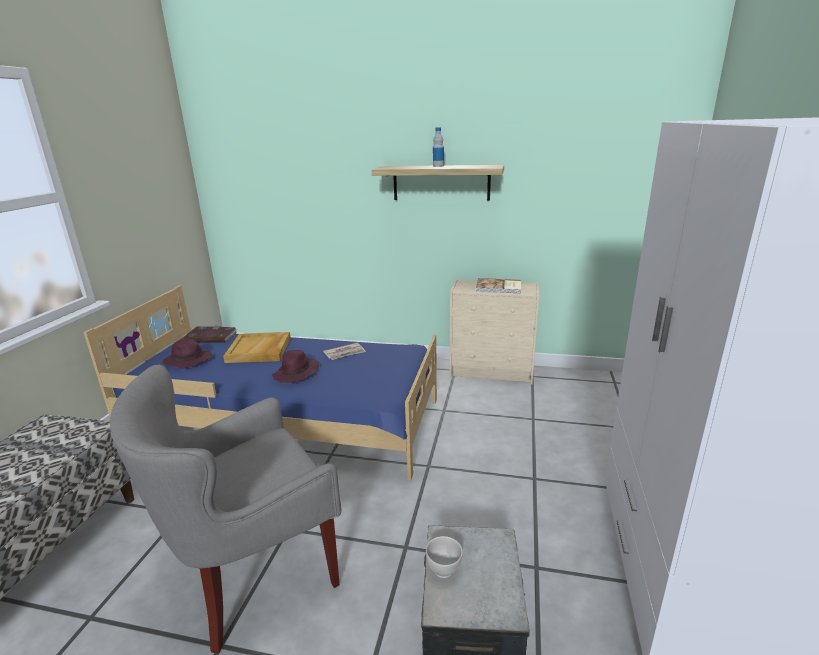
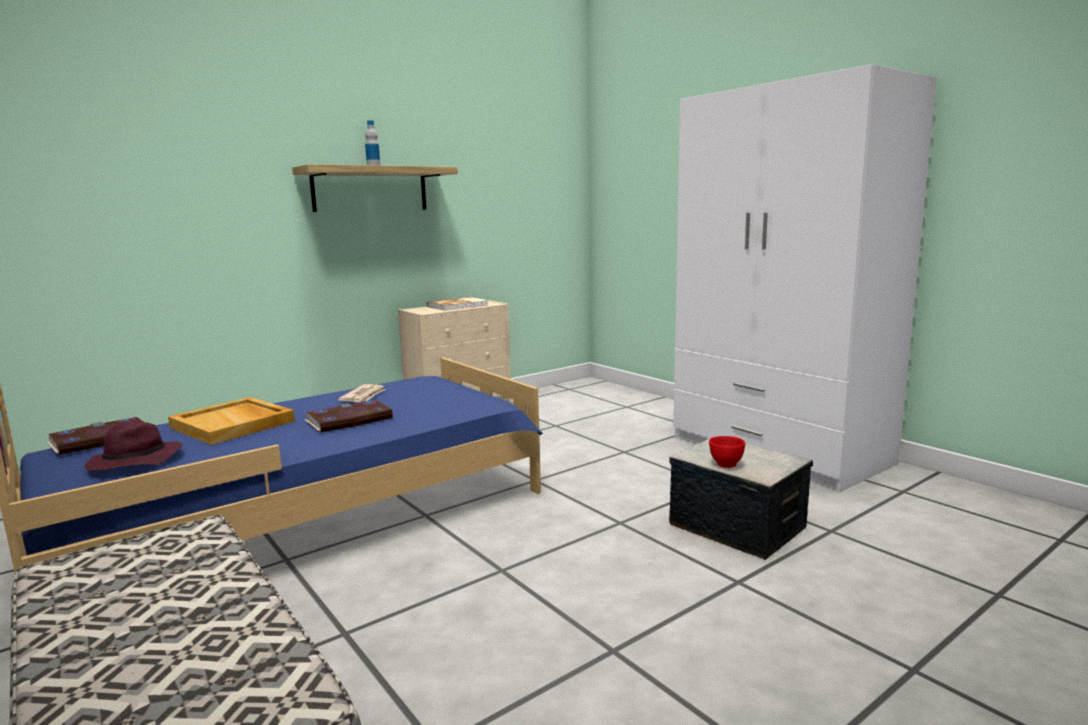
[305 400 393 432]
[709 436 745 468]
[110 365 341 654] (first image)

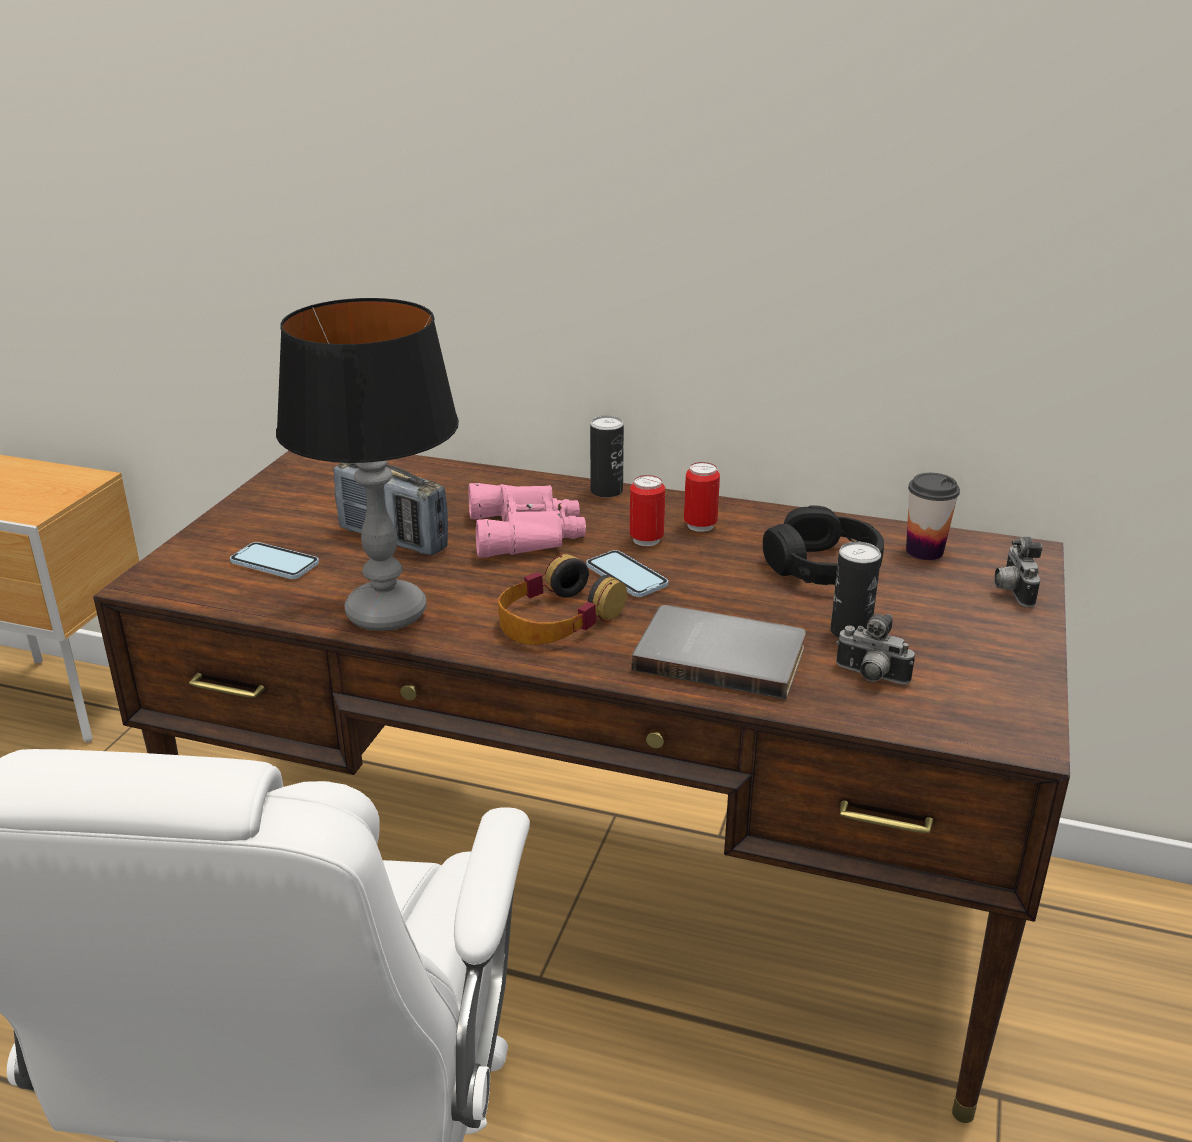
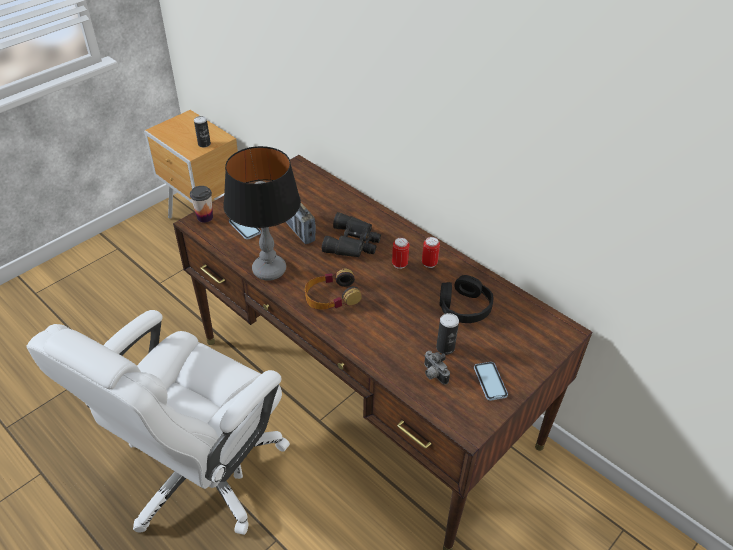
[190 186 213 223]
[194 116 211 147]
[322 212 381 257]
[474 362 508 401]
[631 605 806 699] (first image)
[994 537 1043 607] (first image)

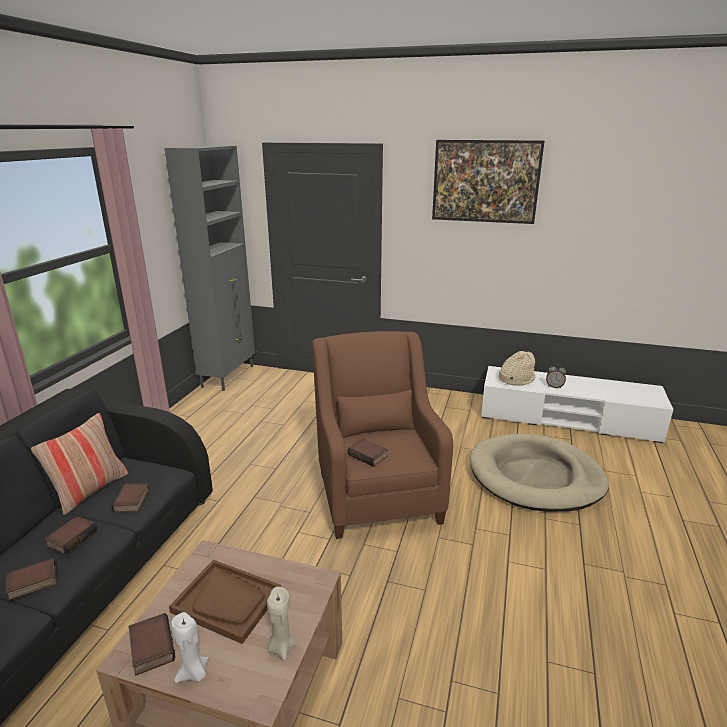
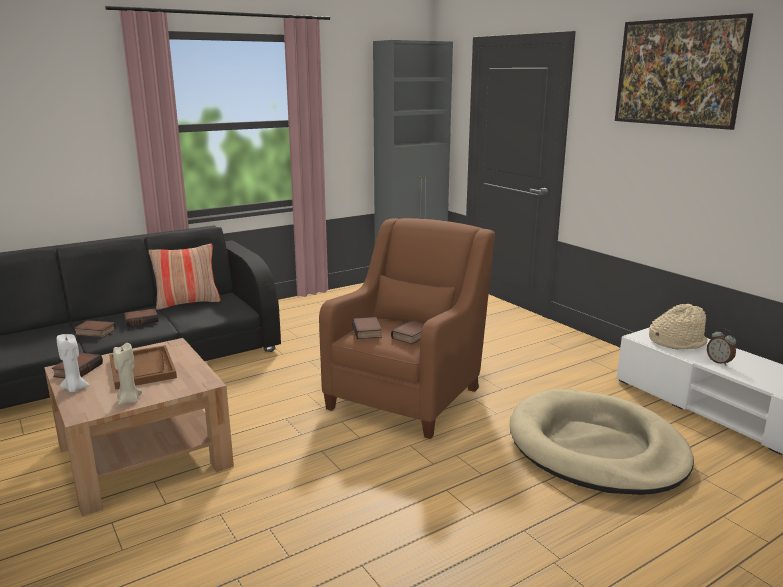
[391 320 425 344]

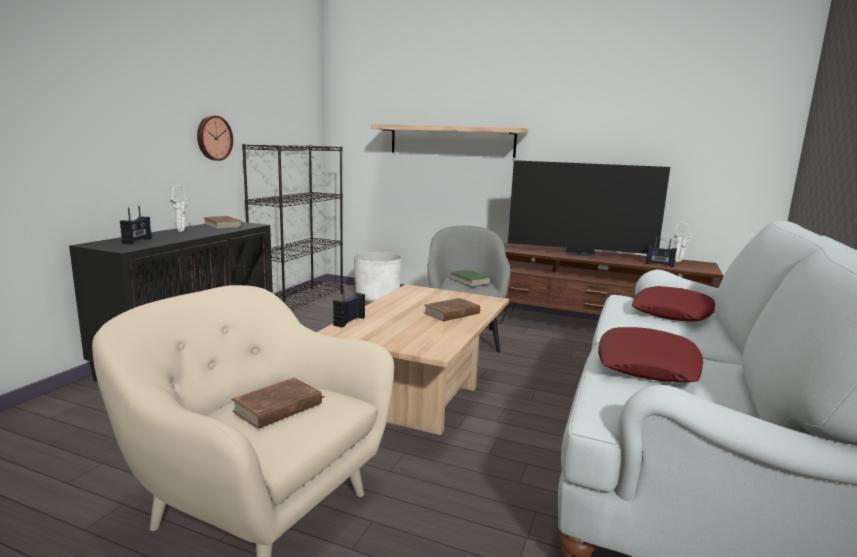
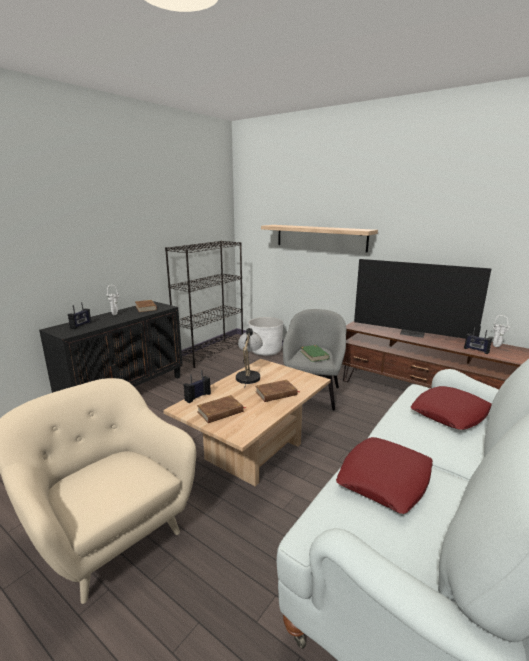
[197 395 246 423]
[236 328 263 388]
[197 116 233 161] (first image)

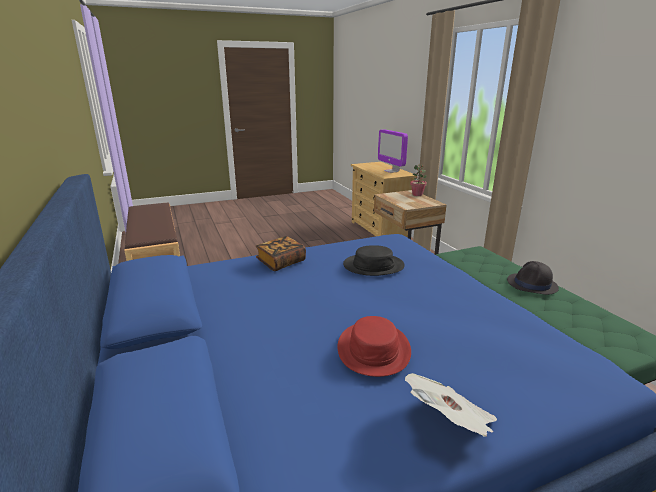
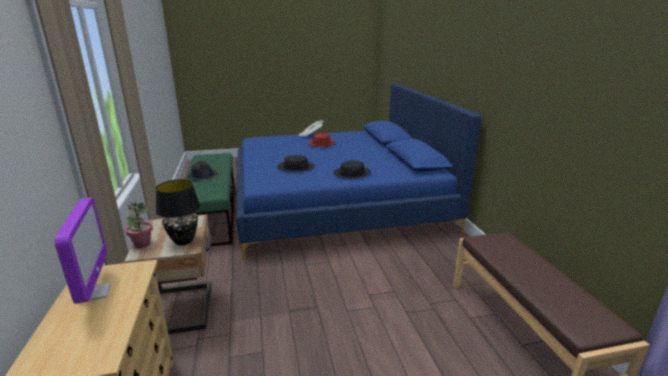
[156 179 200 246]
[333 160 371 179]

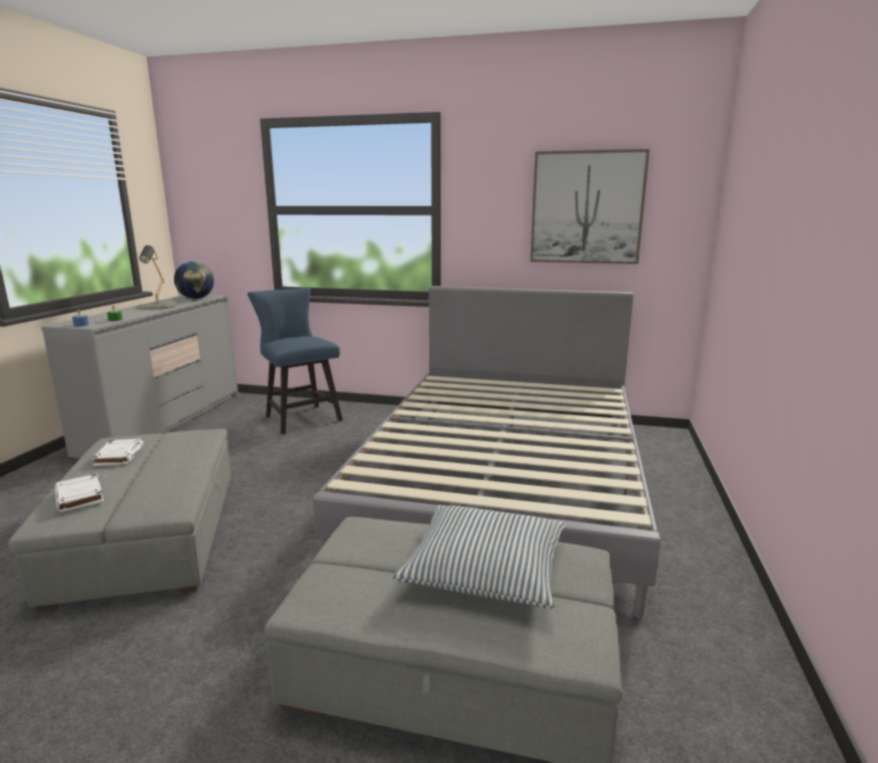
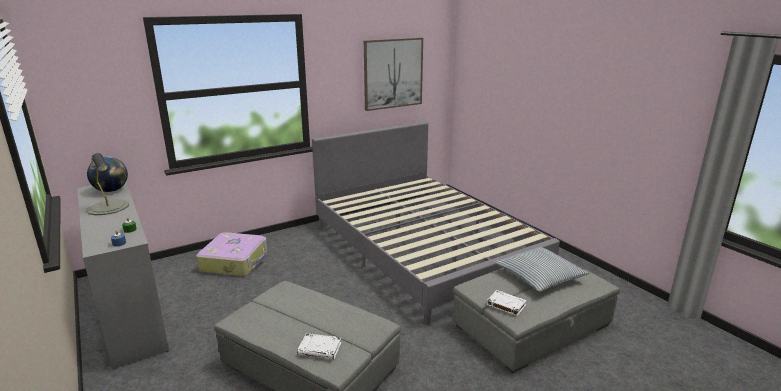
[196 232 267 276]
[487 290 527 316]

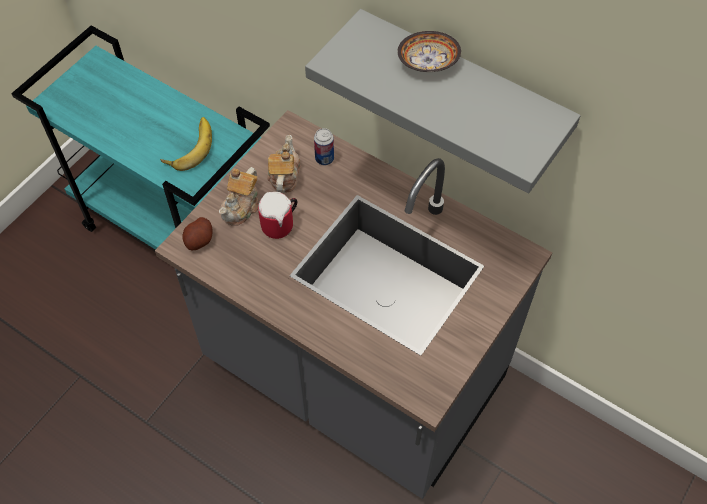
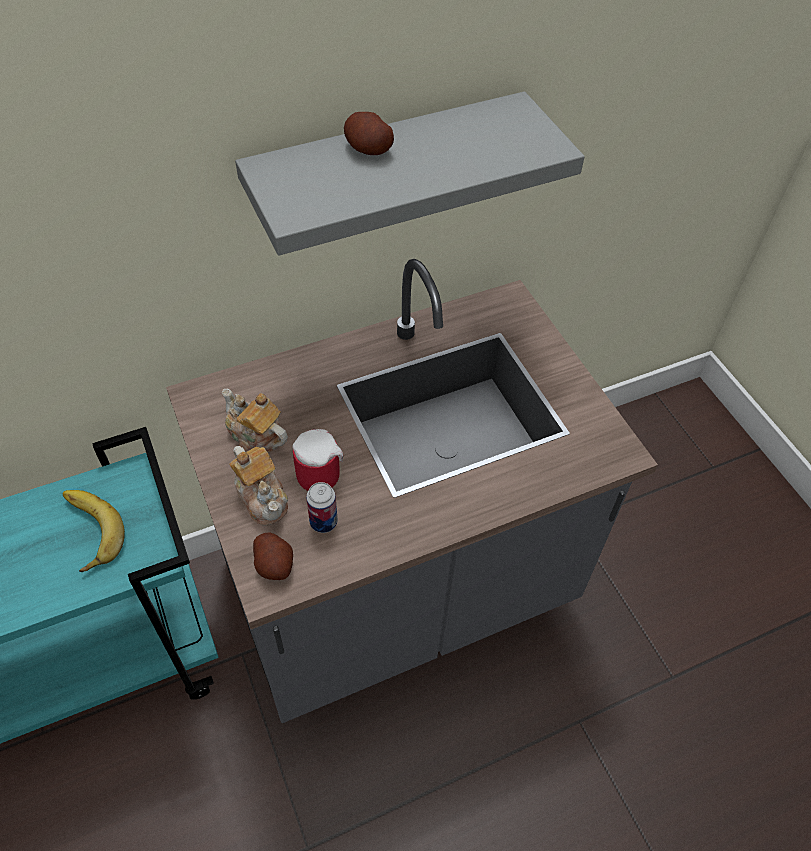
[306 482 338 533]
[344 112 394 155]

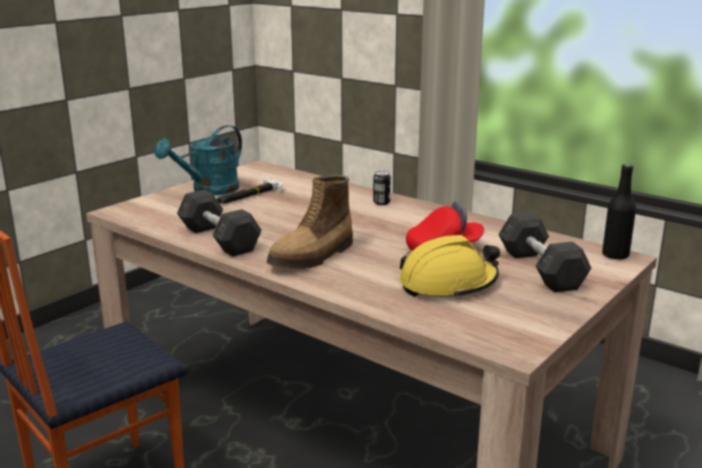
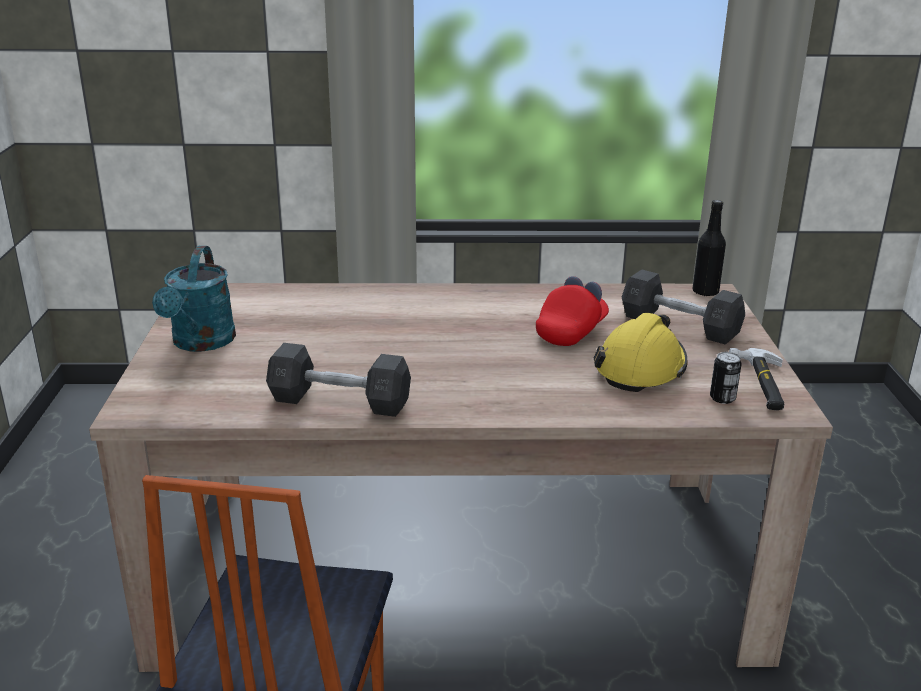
[710 352 742 404]
[729 348 784 410]
[267 175 353 269] (first image)

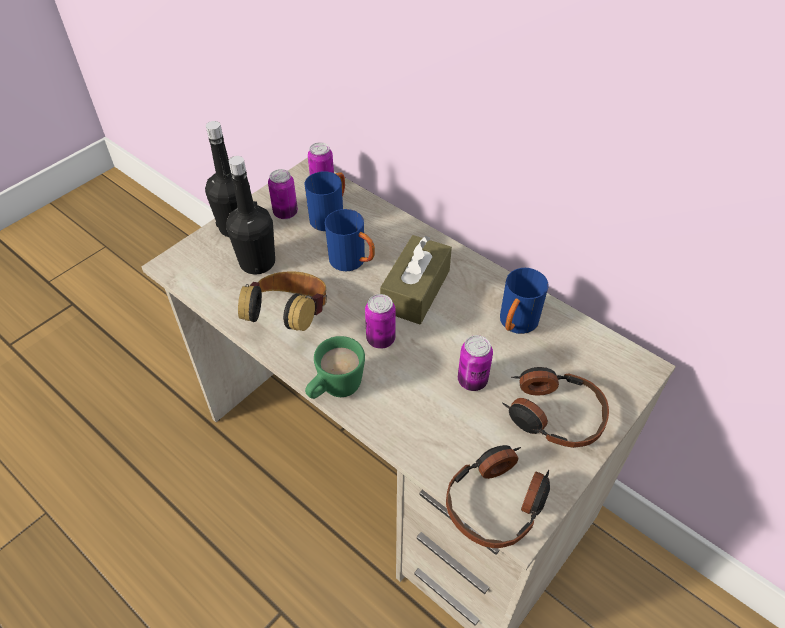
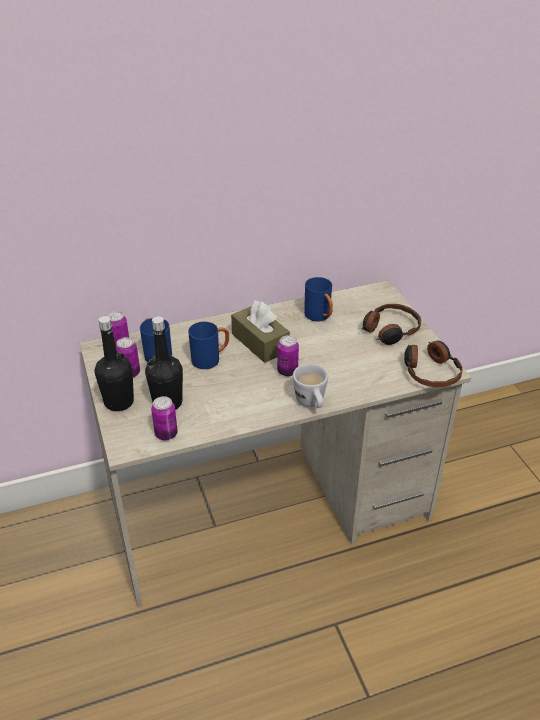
[151 396 178 441]
[293 364 328 408]
[238 271 327 331] (first image)

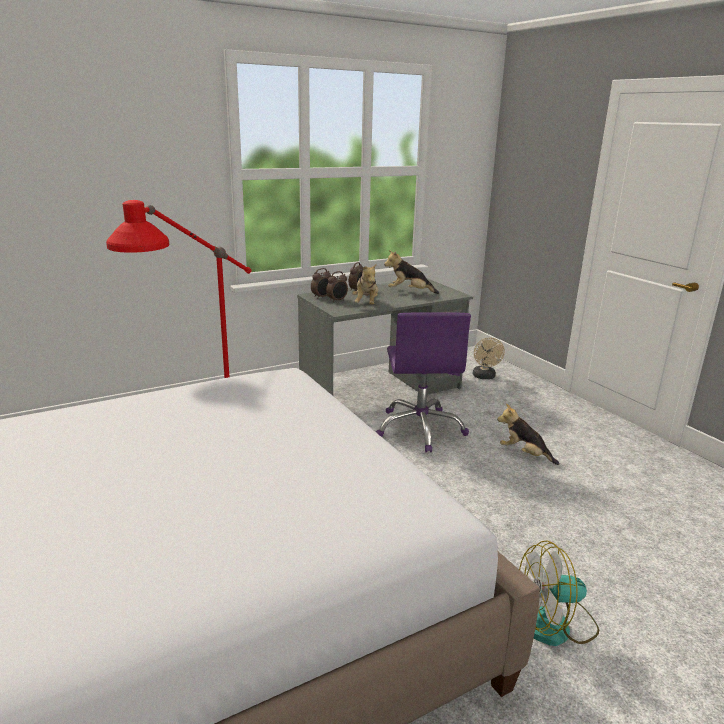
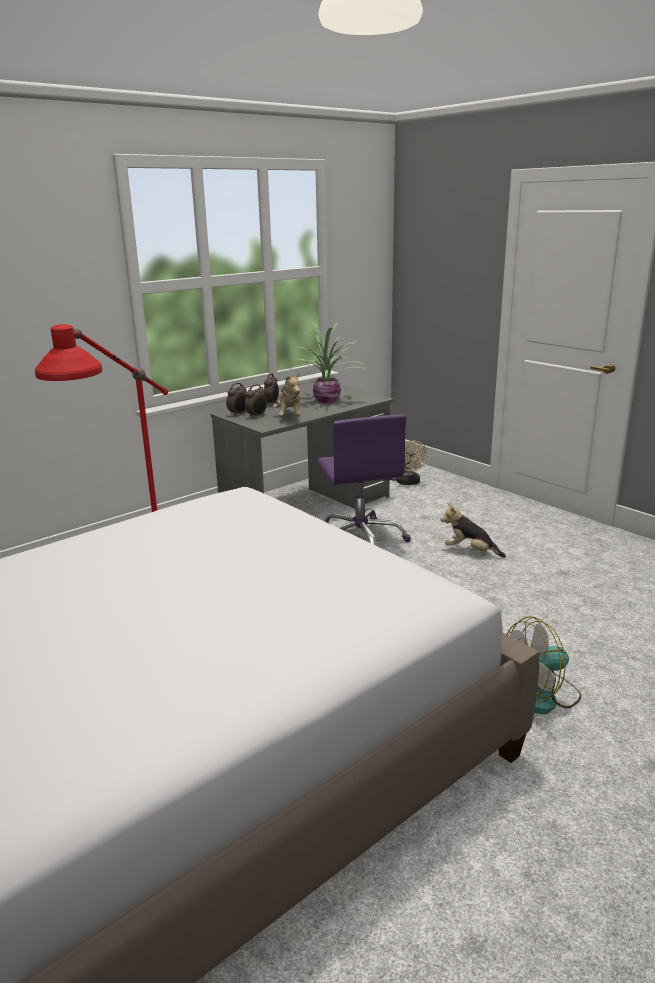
[288 322 368 403]

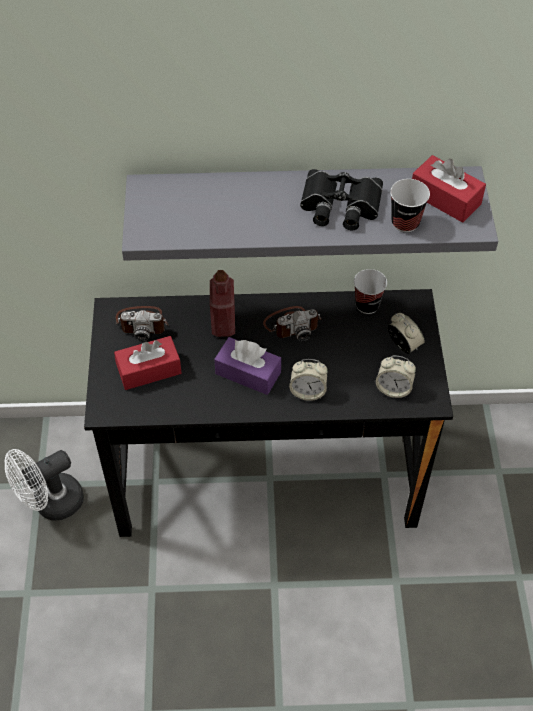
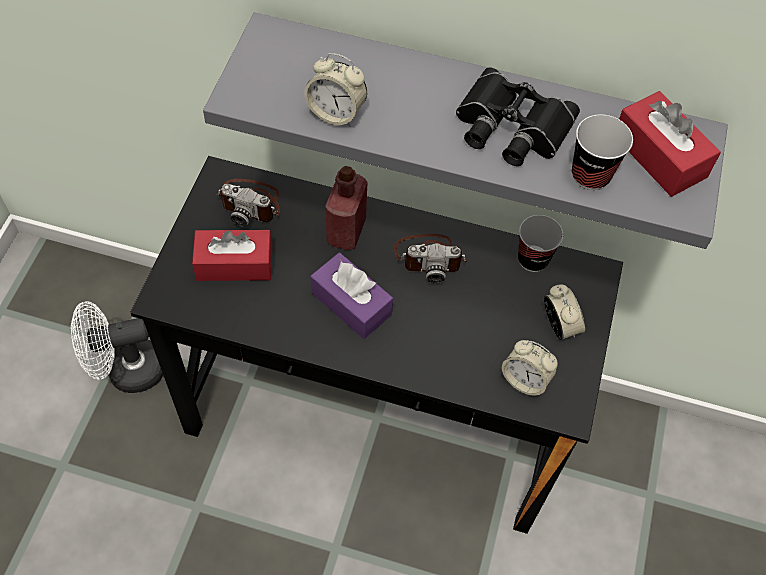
[305 53 367 127]

